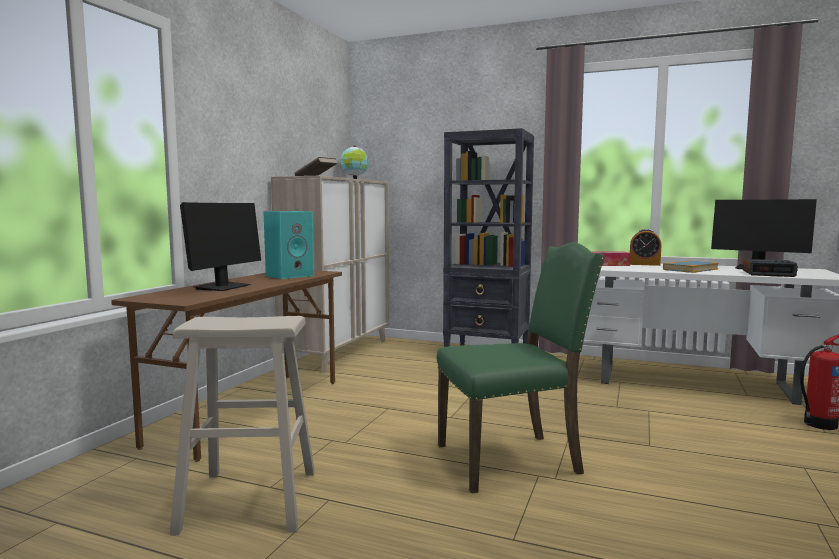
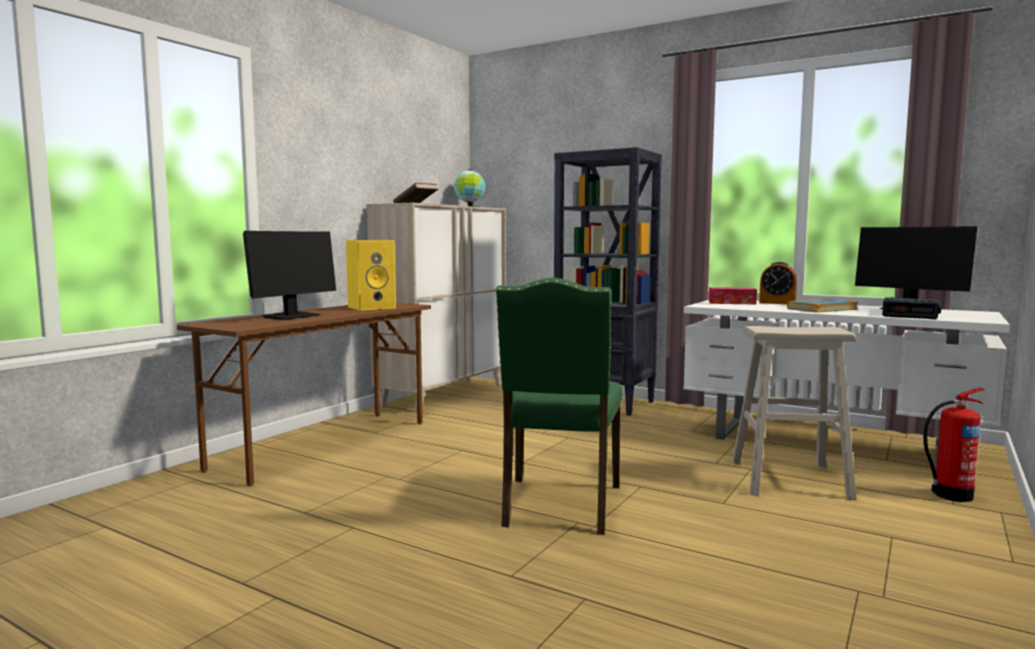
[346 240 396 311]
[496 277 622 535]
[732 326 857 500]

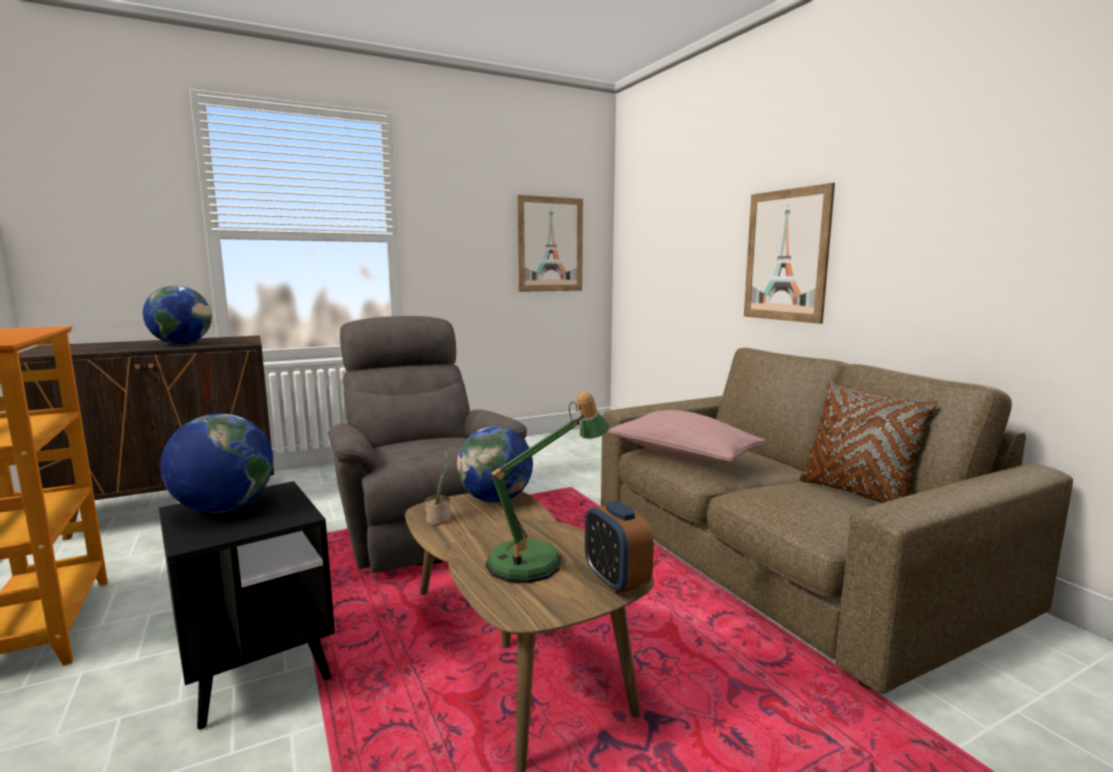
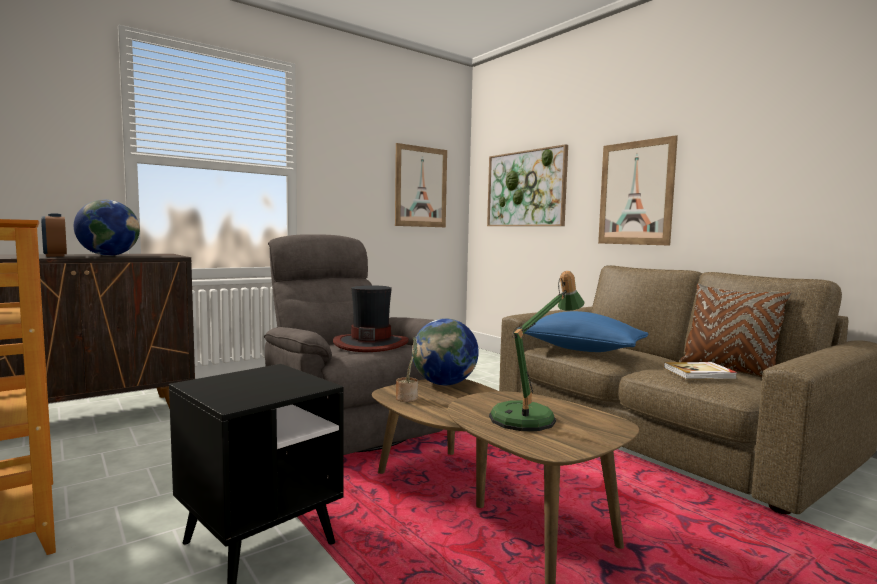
[41 213 67 257]
[333 285 409 352]
[487 144 568 226]
[517 311 648 352]
[664 362 738 379]
[160 414 273 513] (first image)

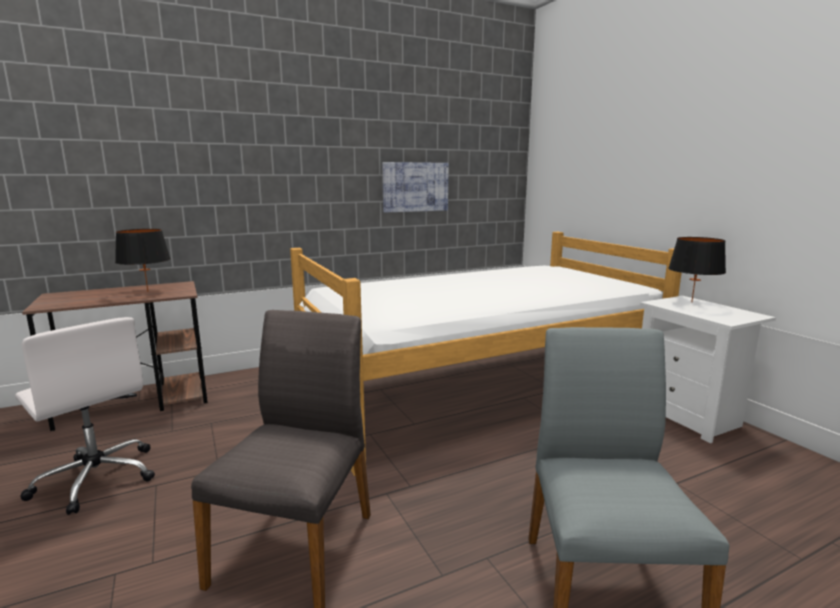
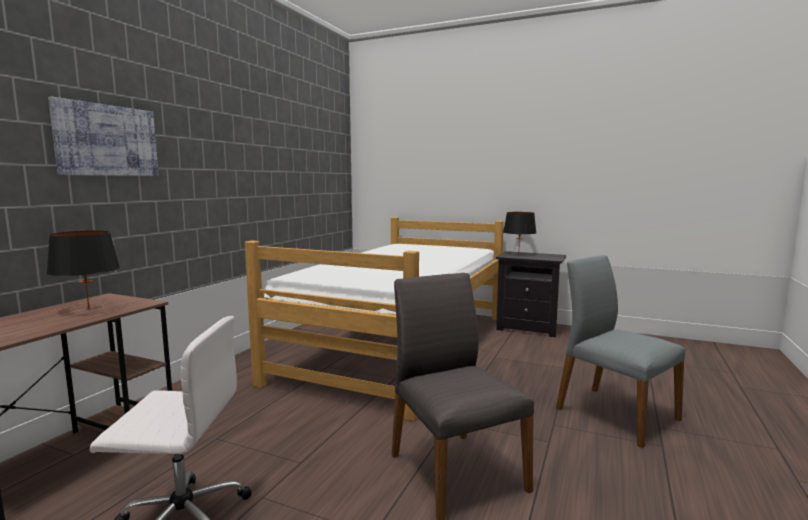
[48 97 159 176]
[496 251 566 337]

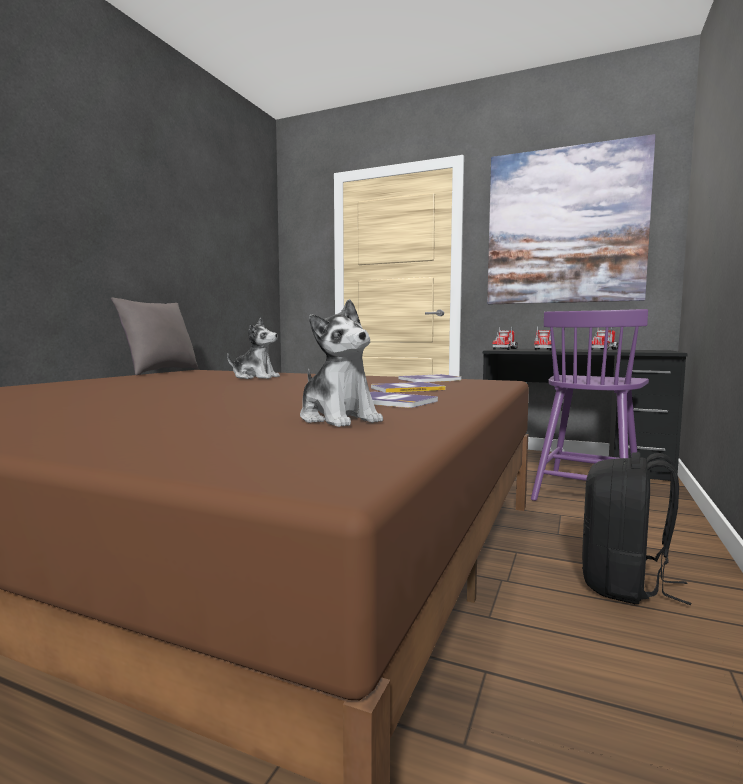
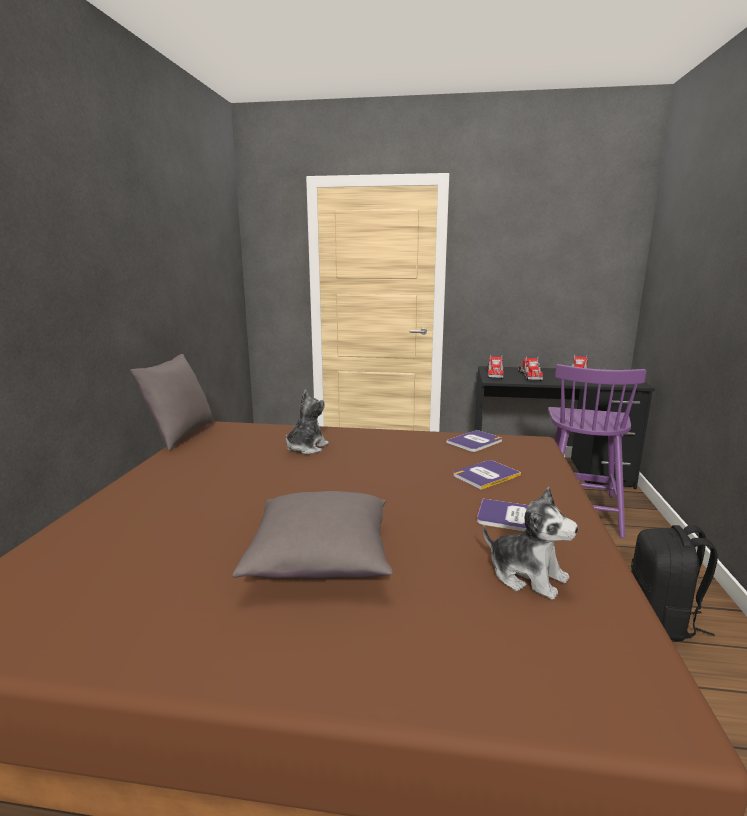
[232 491 393 578]
[286 390 329 454]
[487 134 656 304] (first image)

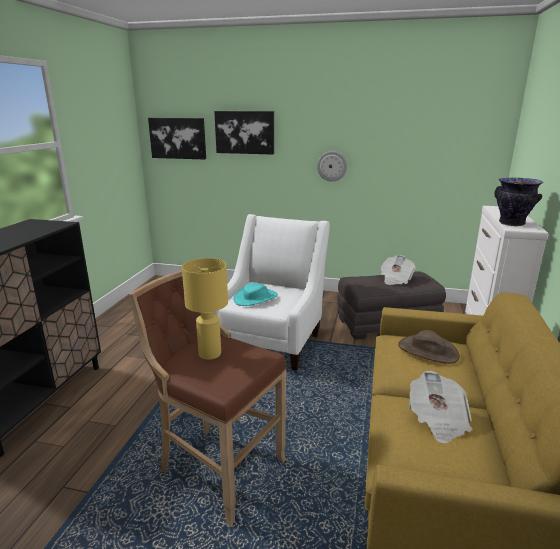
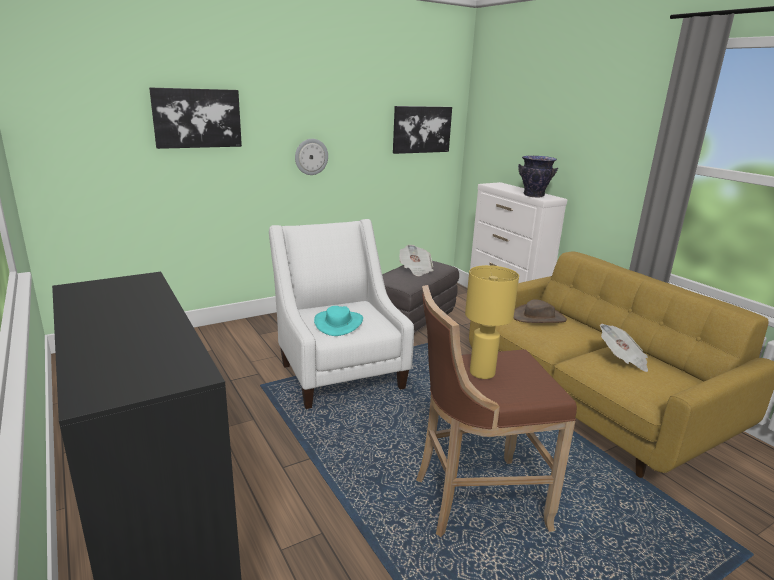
[393 106 452 154]

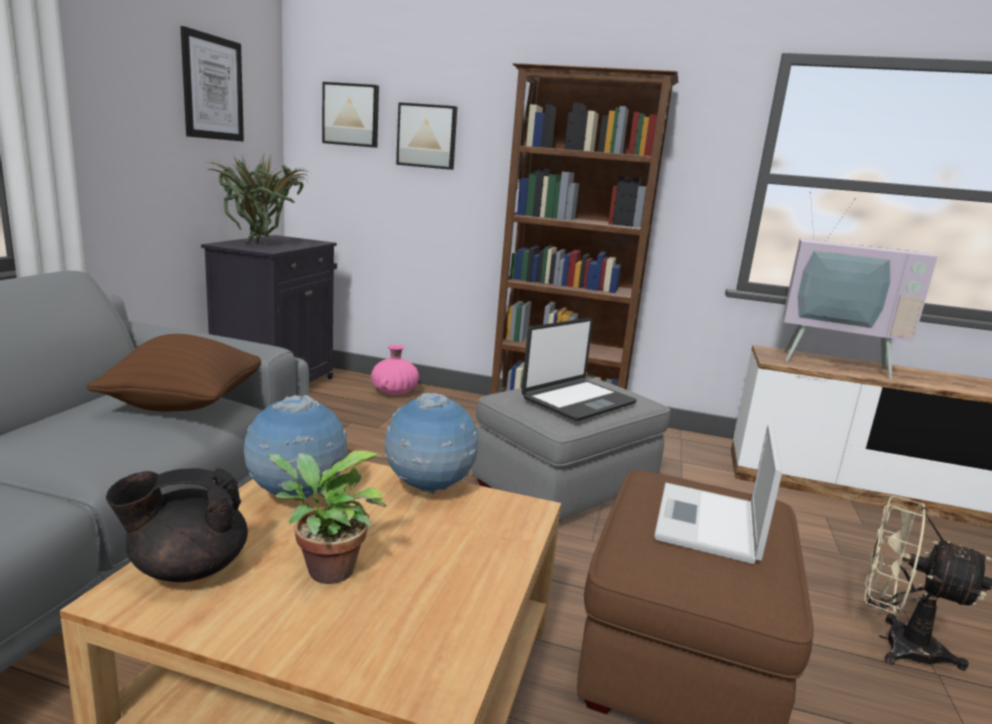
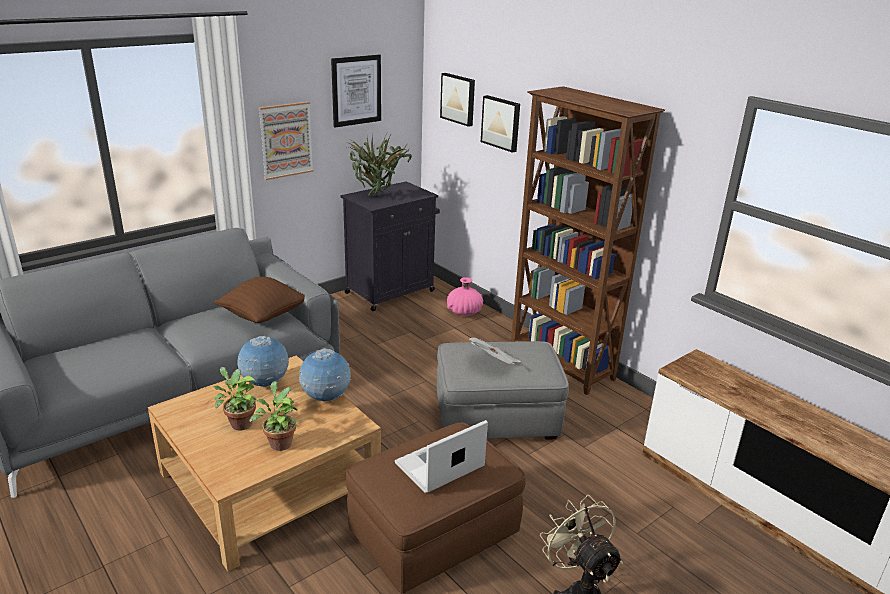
[249 381 298 451]
[258 102 314 180]
[469 337 521 364]
[106 468 248 582] (first image)
[783 192 937 379] (first image)

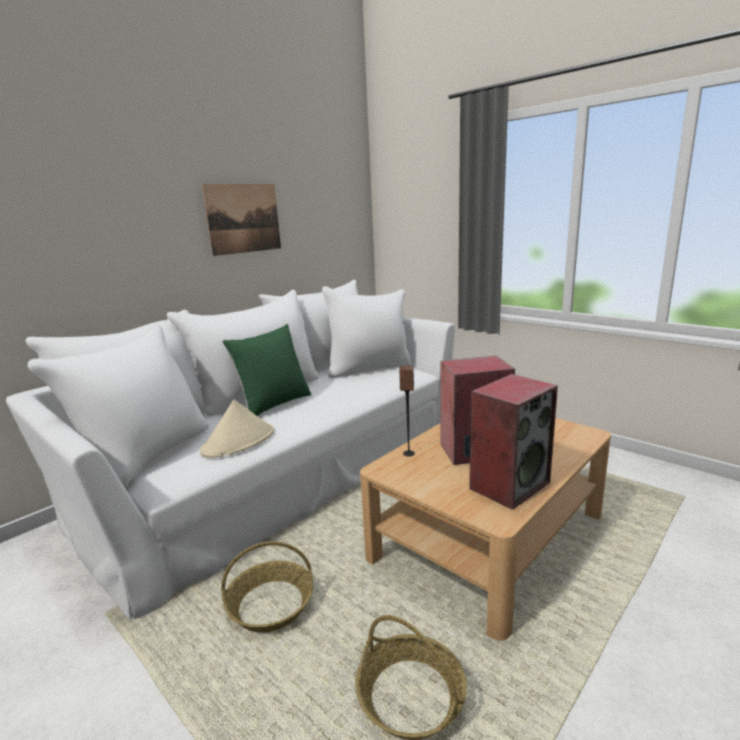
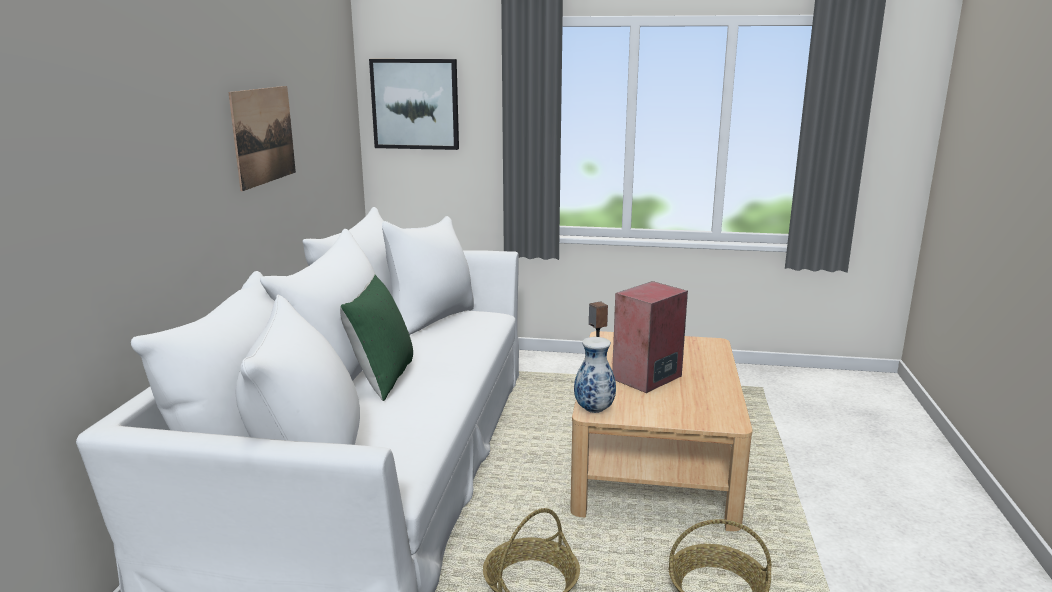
[369 59 459 150]
[574 337 616 413]
[200 400 274 458] (first image)
[469 374 558 510] (first image)

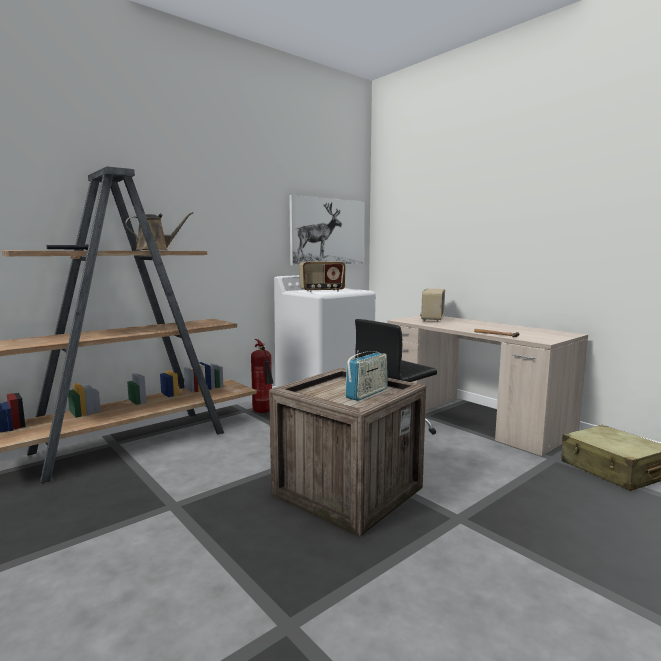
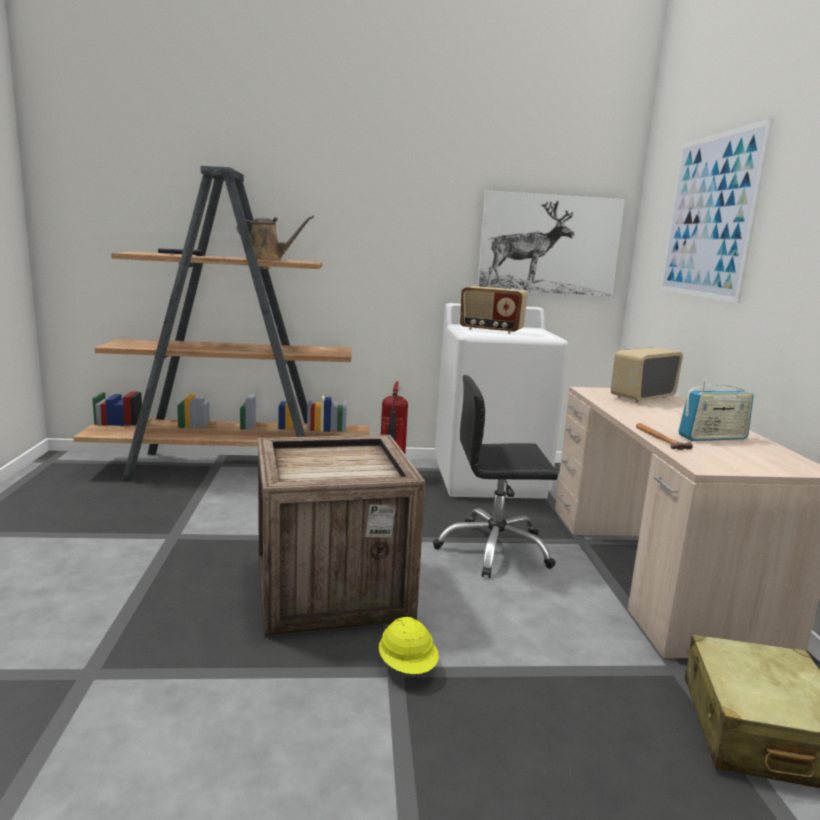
[379 617 439 674]
[660 118 773 303]
[678 380 754 441]

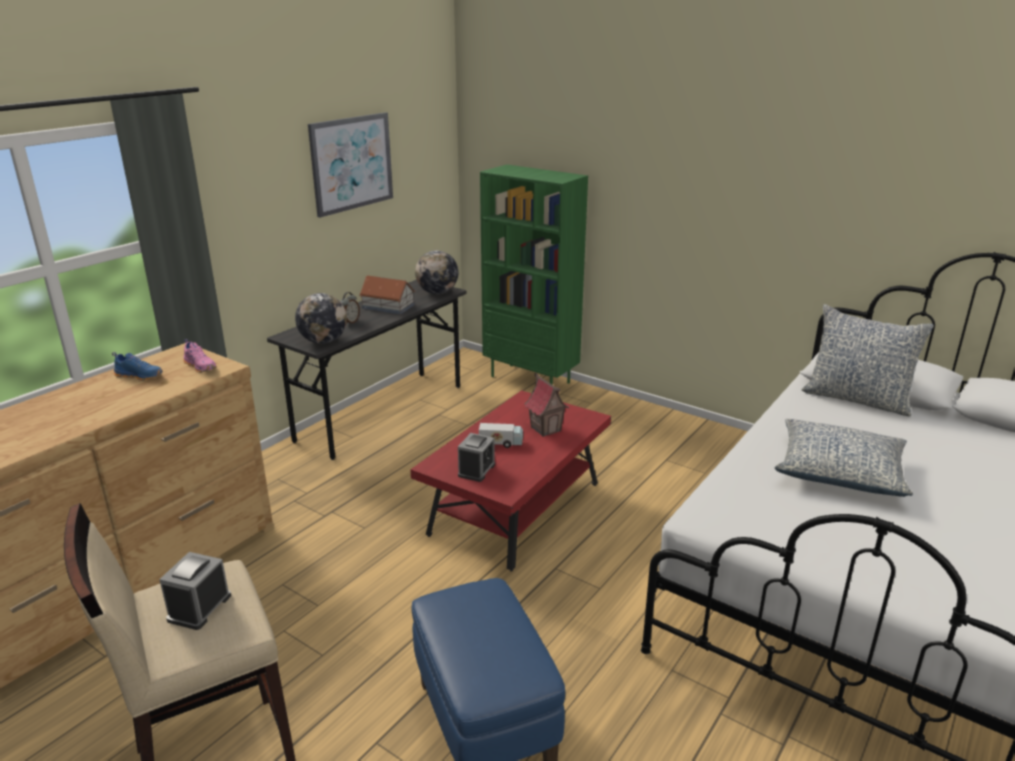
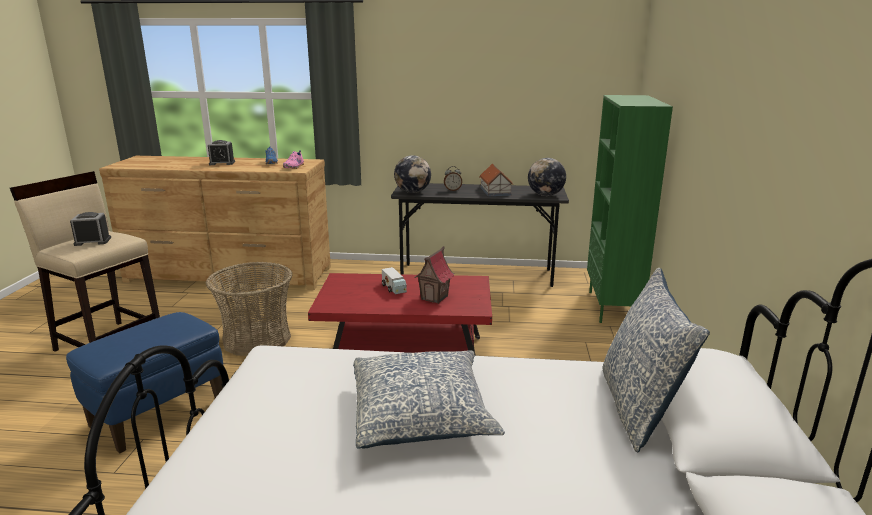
[206 262 293 356]
[208 140 235 165]
[308 112 393 218] (first image)

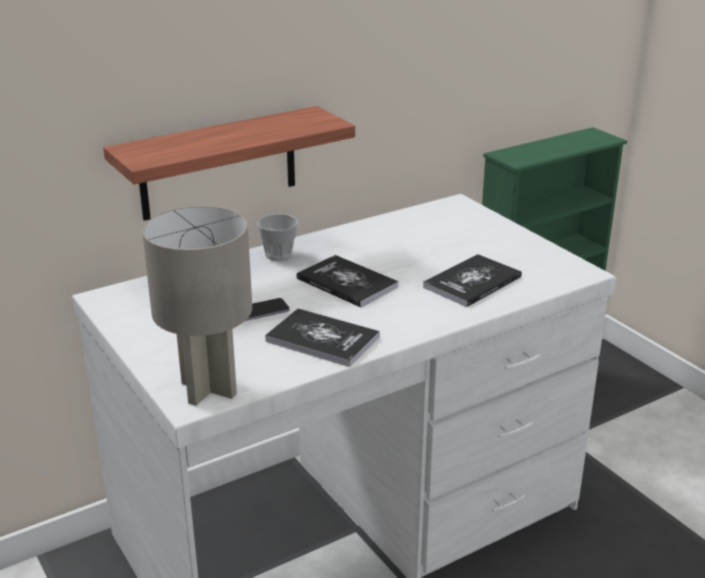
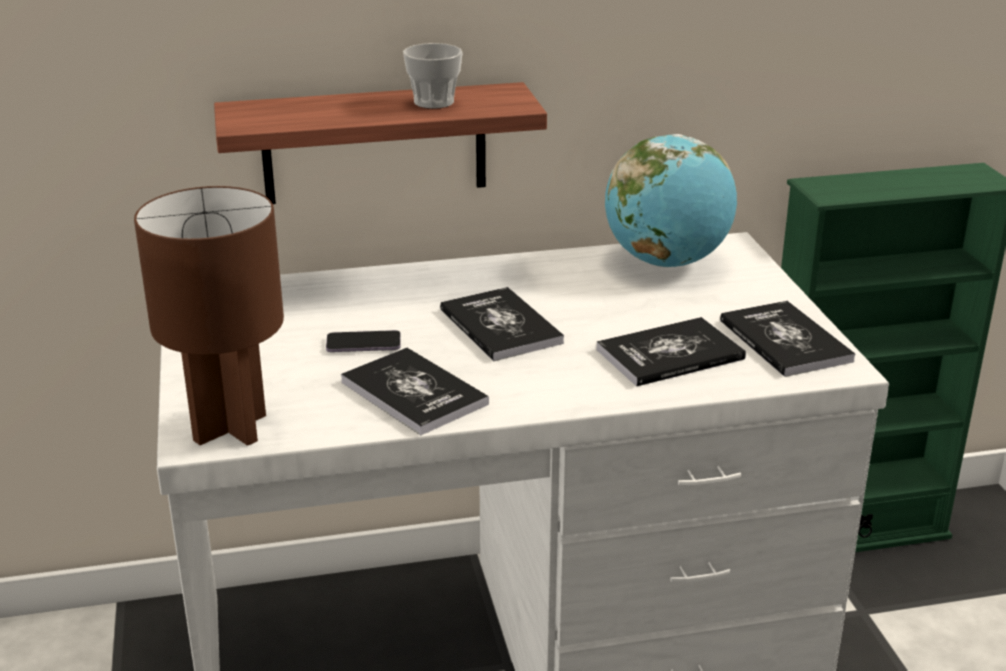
[134 186 284 446]
[403 43 463 109]
[605 134 737 267]
[720 301 855 377]

